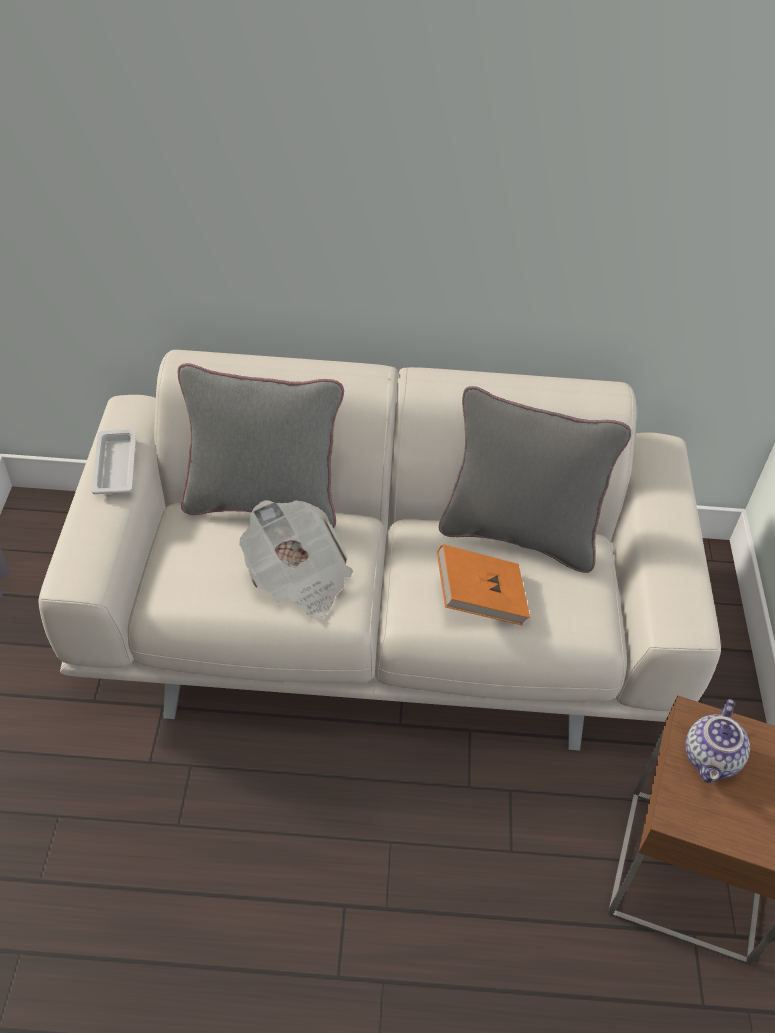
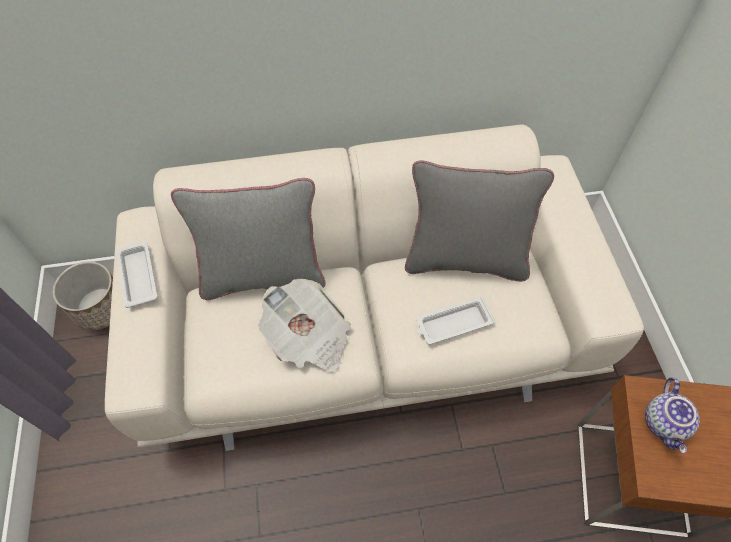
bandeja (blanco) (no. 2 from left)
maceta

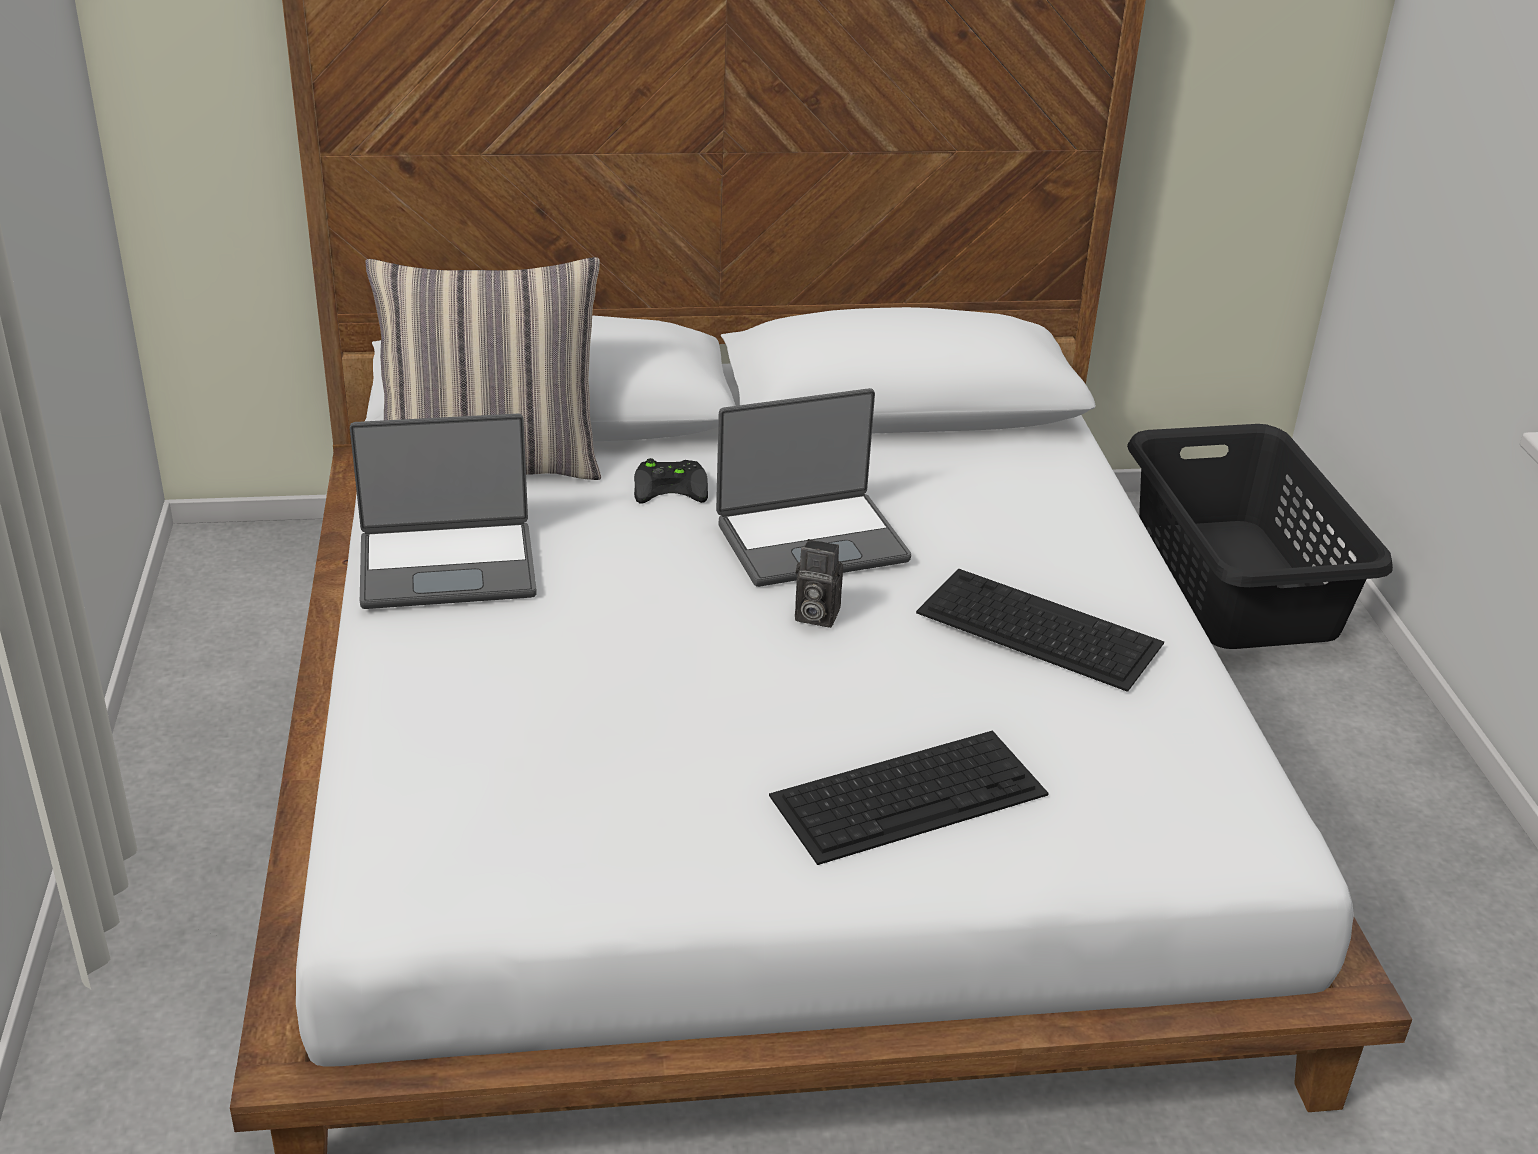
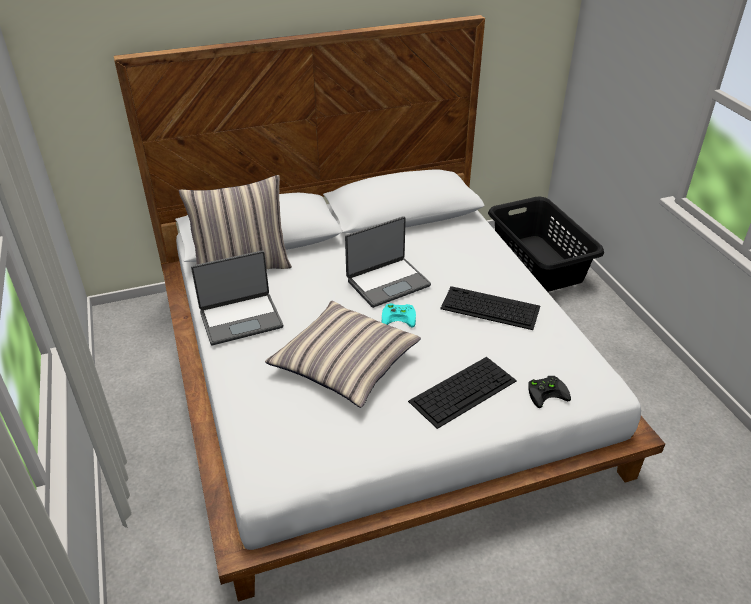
mando de consola (negro)
mando de consola (turquesa)
cojín (no. 2 from left)

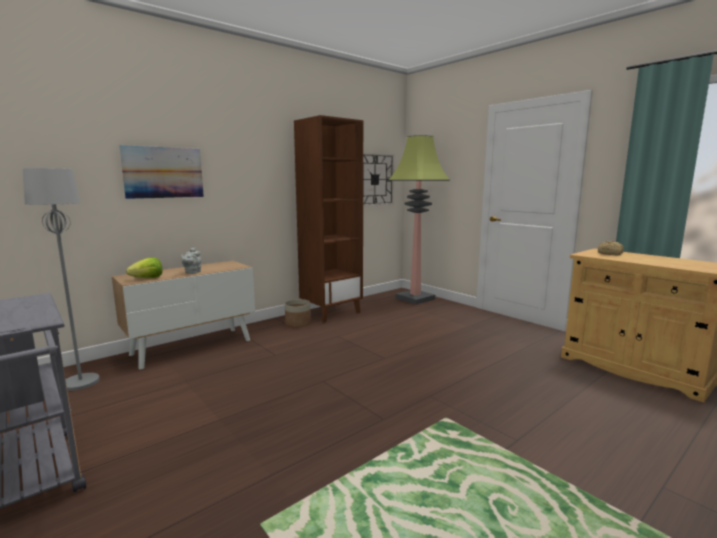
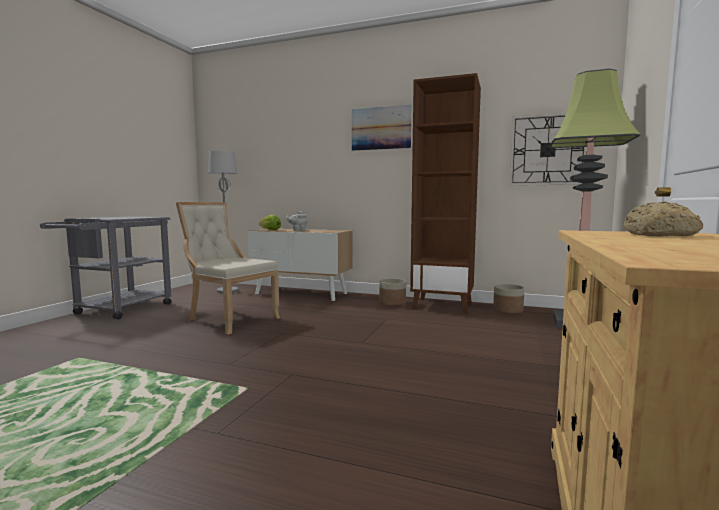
cuadro
silla (beis)
maceta (no. 2 from left)

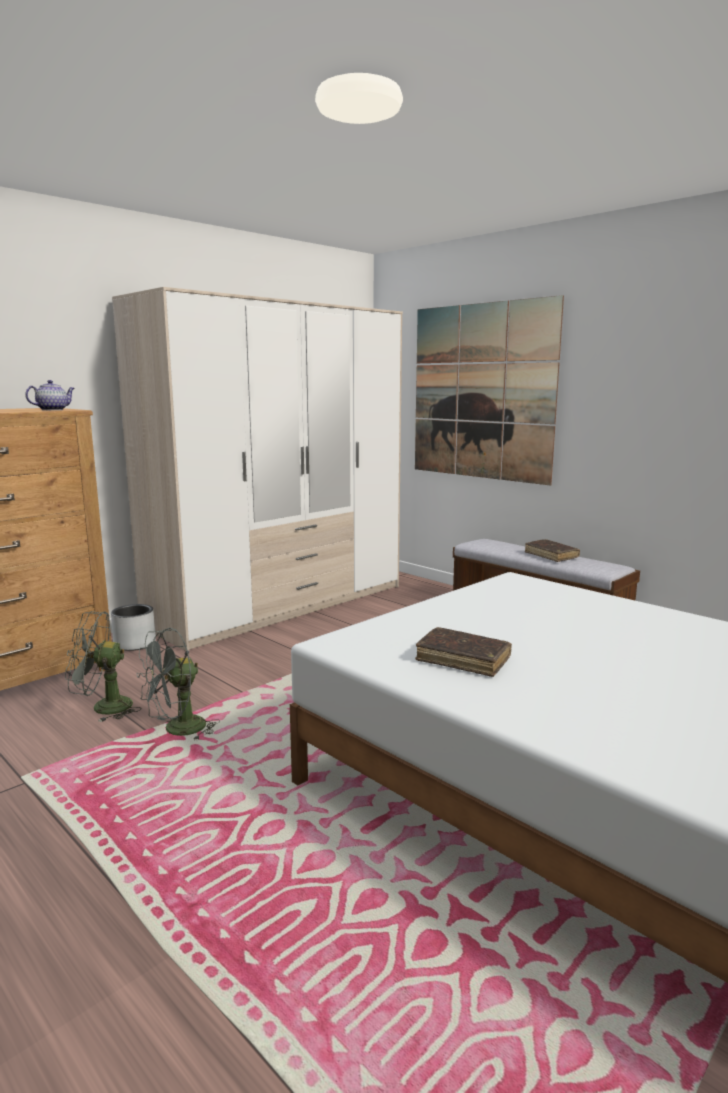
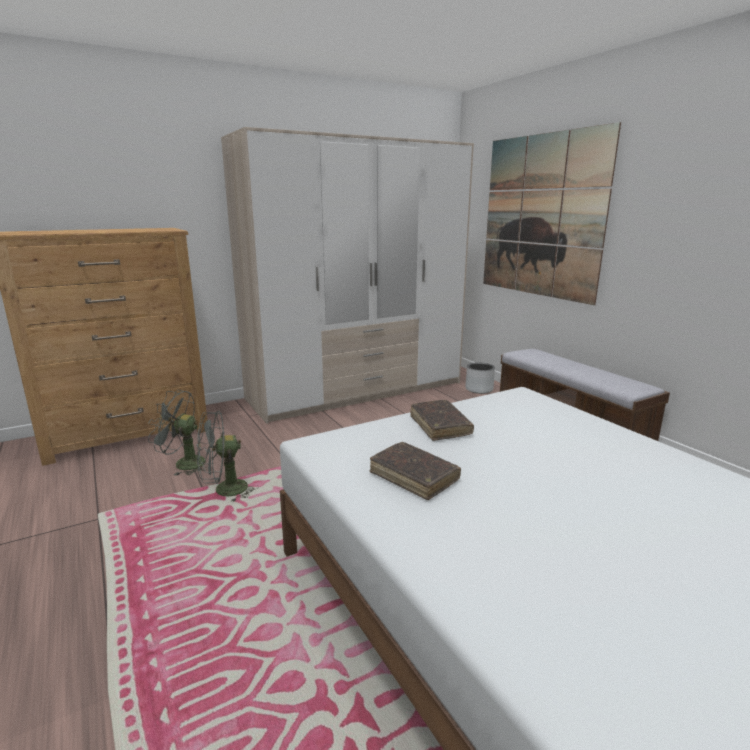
tetera
maceta (gris)
libro (marrón) (no. 2 from left)

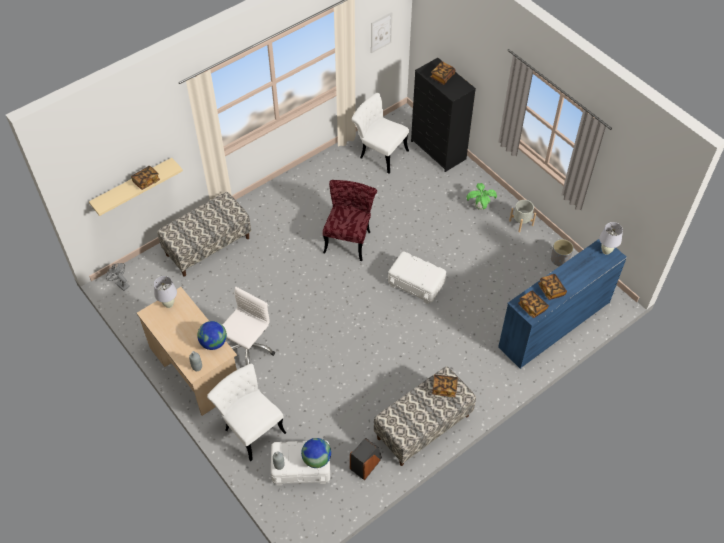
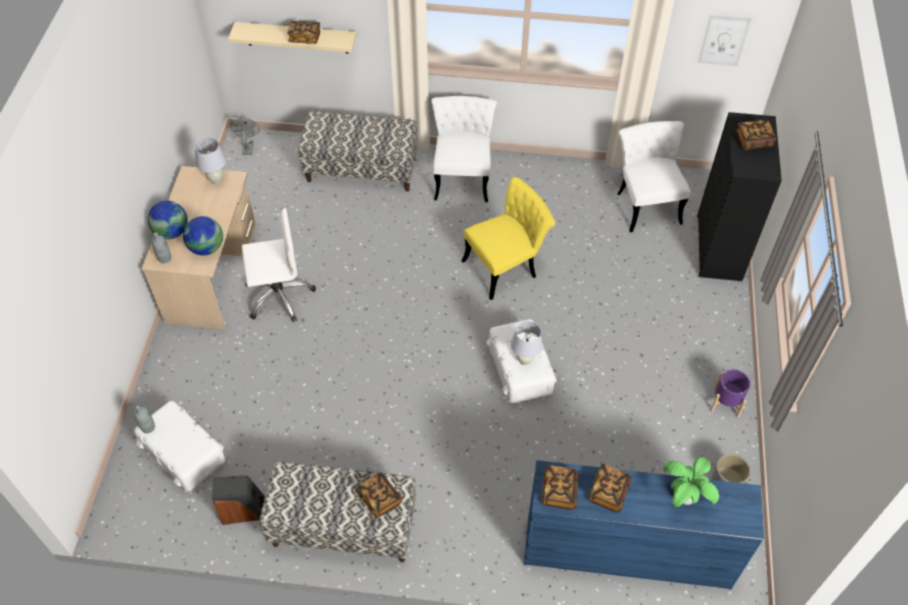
silla (blanco) (no. 1 from left)
globo terráqueo (no. 1 from left)
silla (amarillo)
planta en maceta
maceta (morado)
lámpara de mesa (blanco) (no. 2 from left)

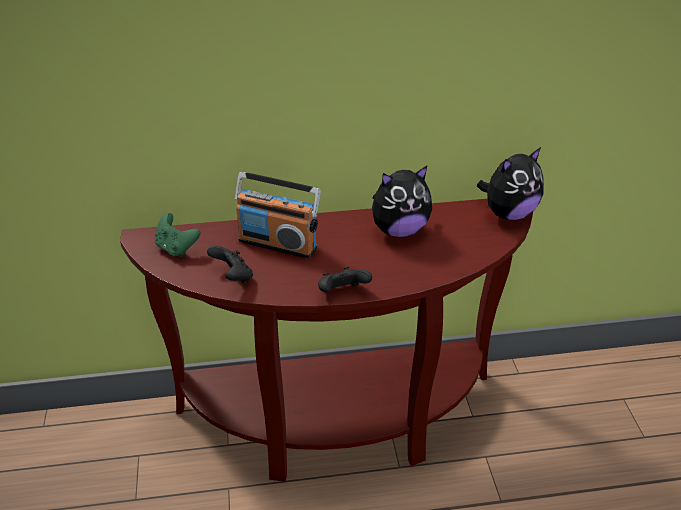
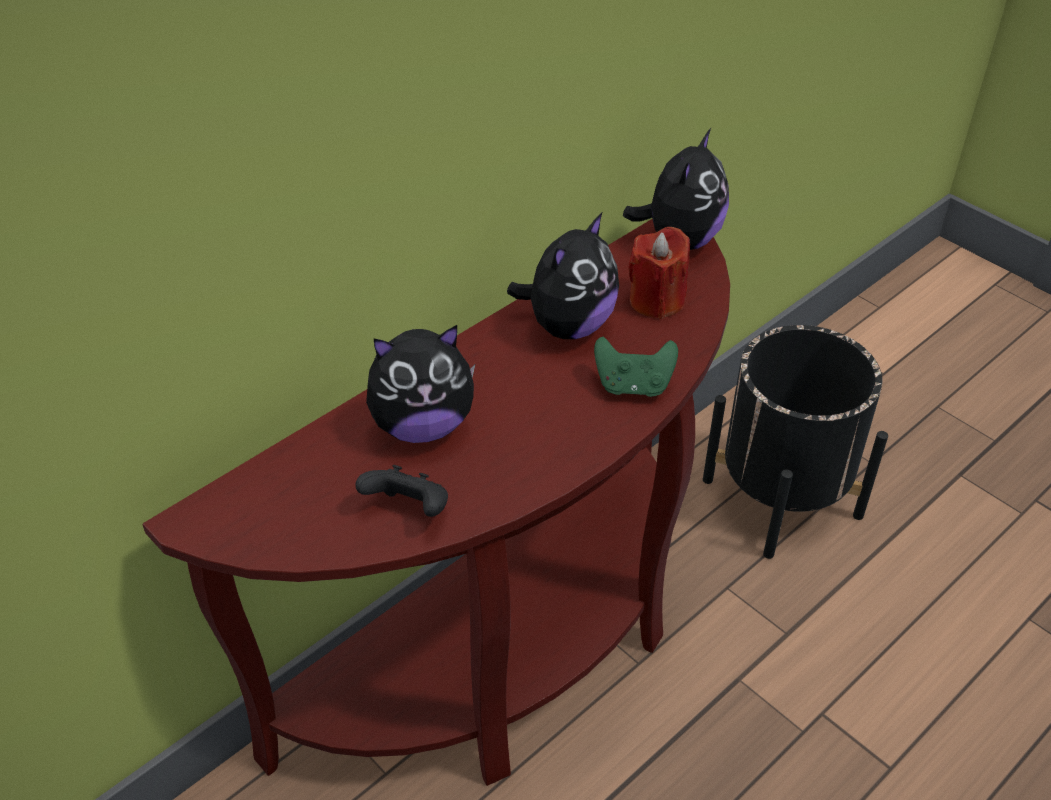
mando de consola (verde)
peluche (no. 1 from left)
mando de consola (negro) (no. 2 from left in the first image)
vela (rojo)
maceta (negro)

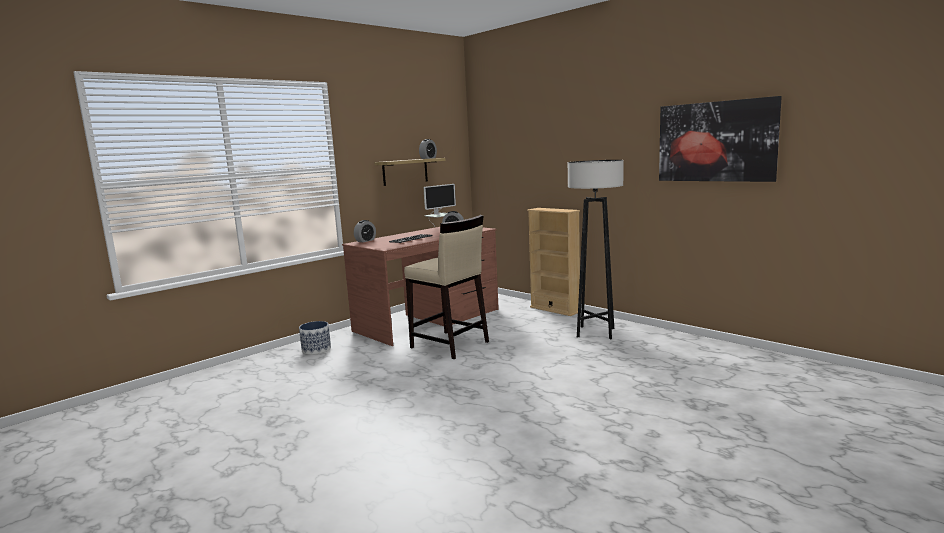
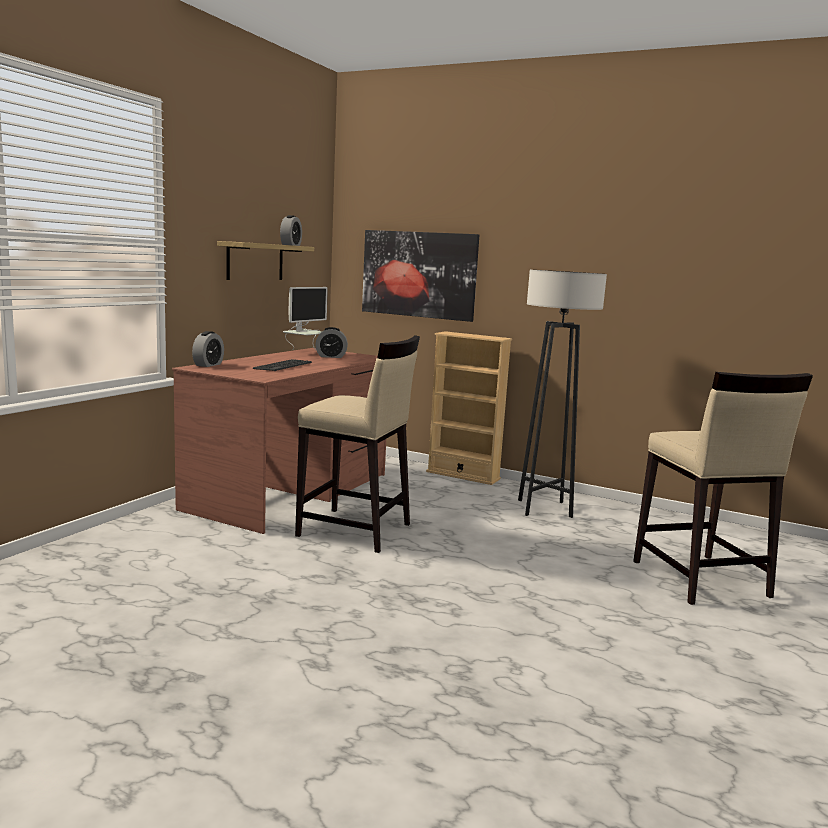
maceta
cuadro
taburete (beis) (no. 2 from left)

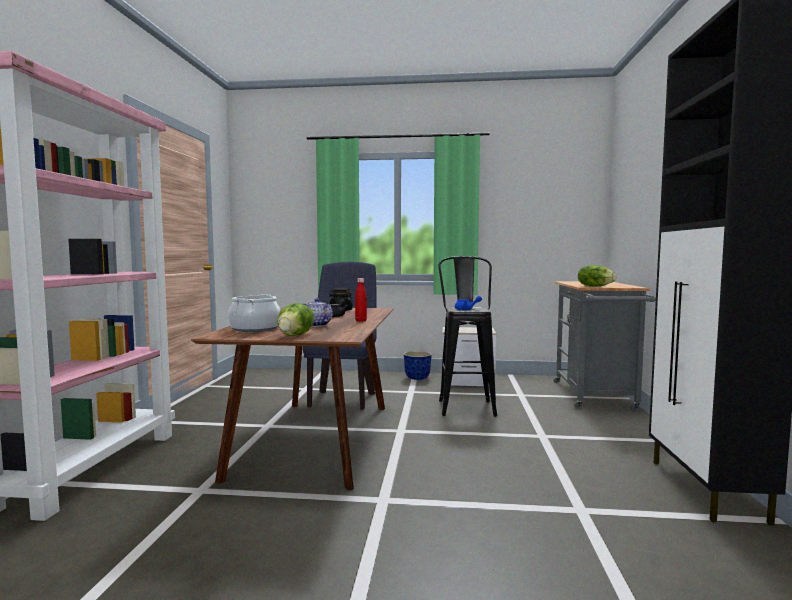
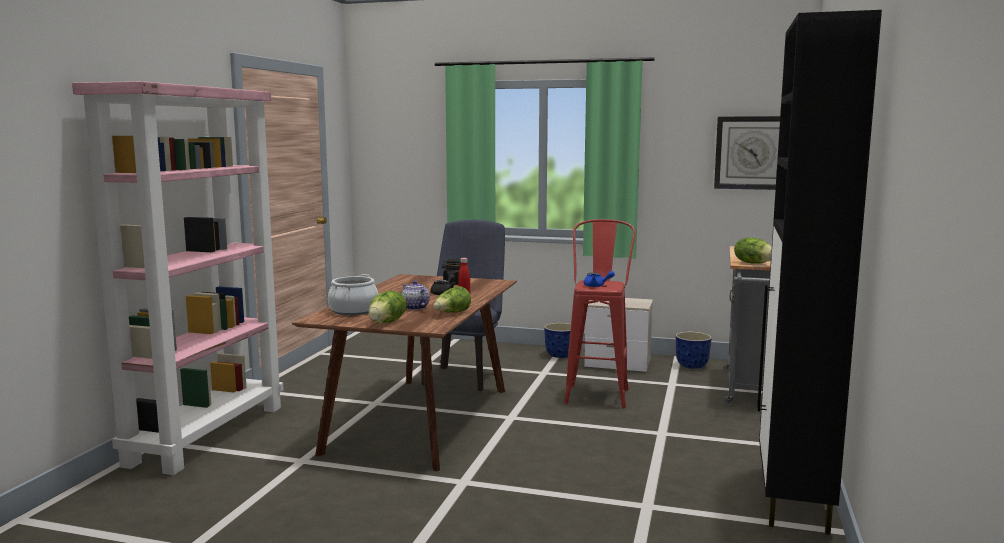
taburete (rojo)
lechuga (no. 2 from left)
maceta (no. 2 from left)
reloj de pared

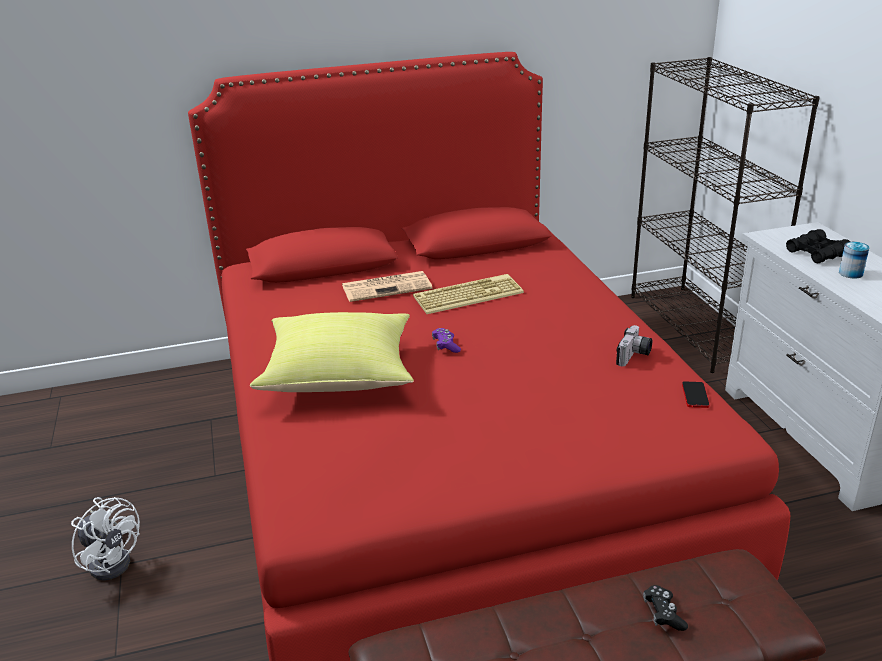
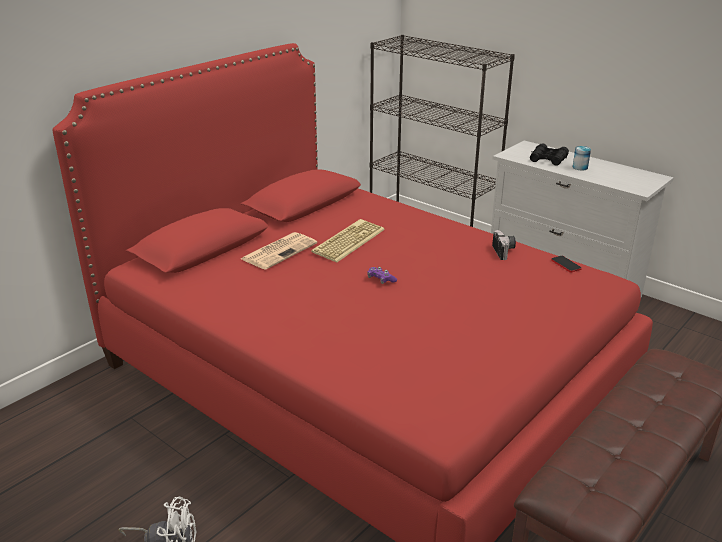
cojín (amarillo)
mando de consola (negro)

